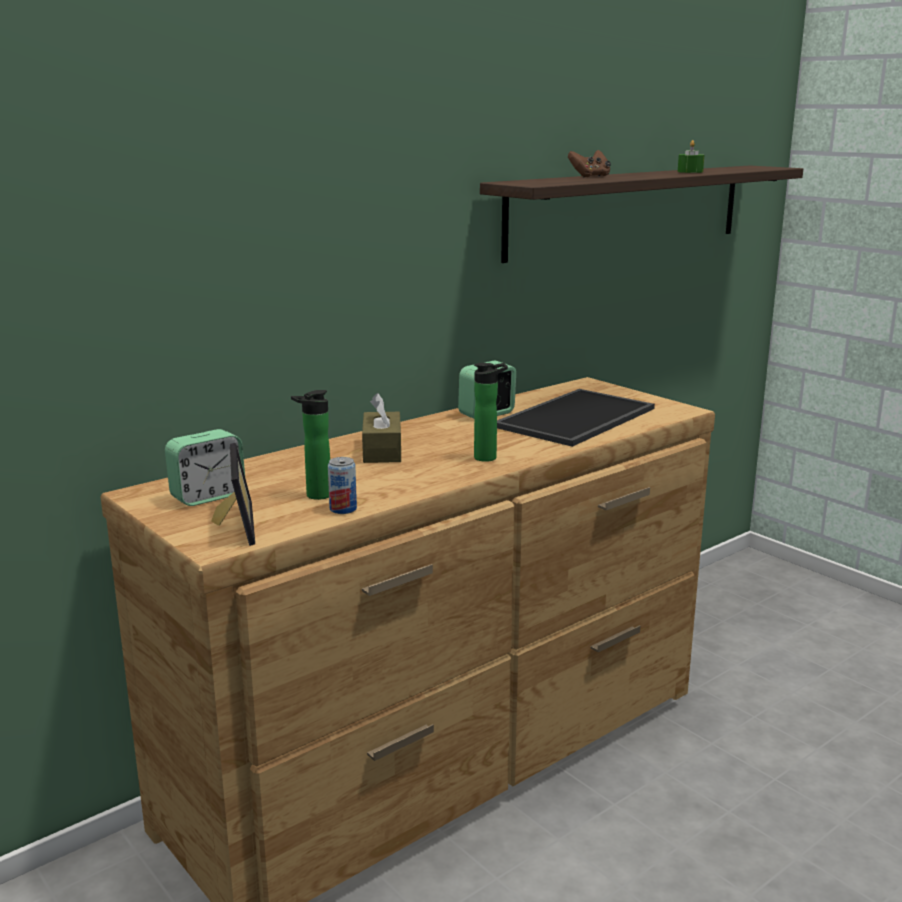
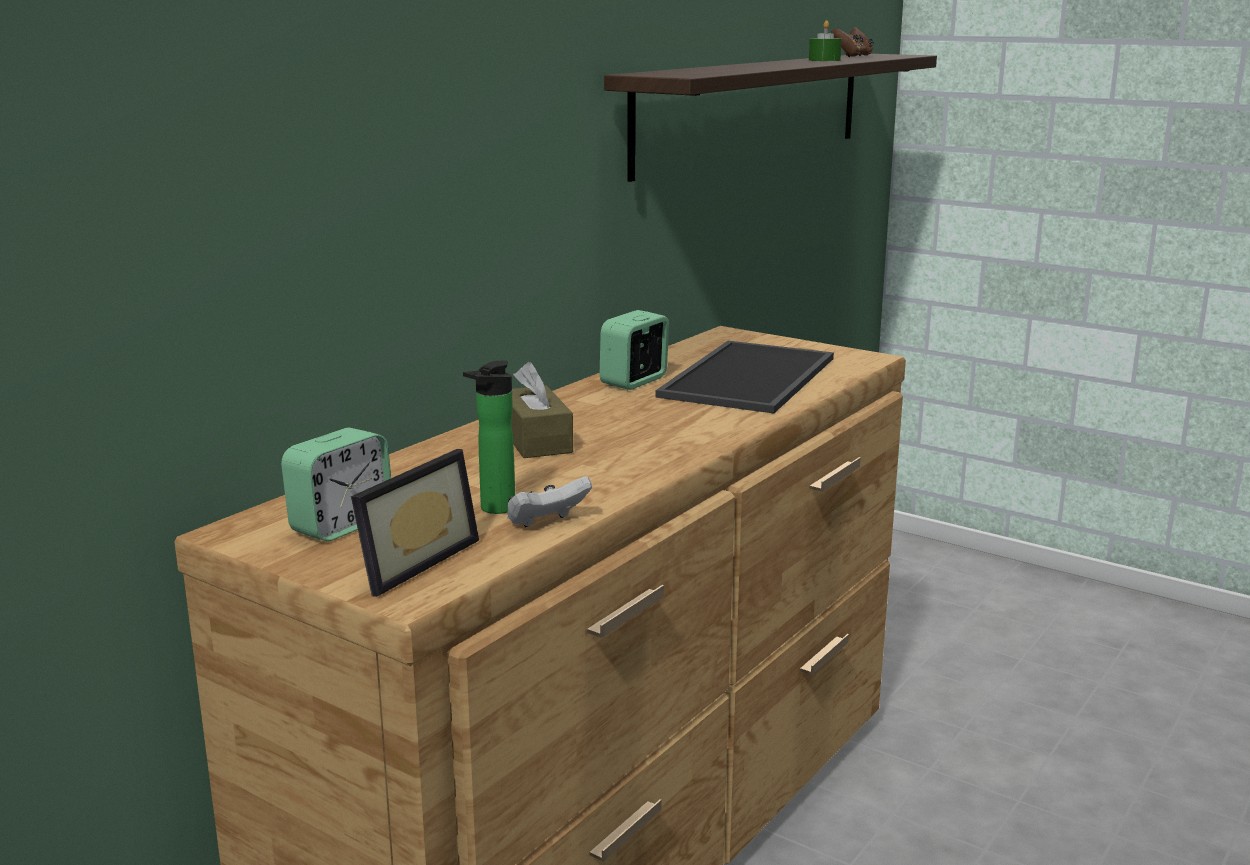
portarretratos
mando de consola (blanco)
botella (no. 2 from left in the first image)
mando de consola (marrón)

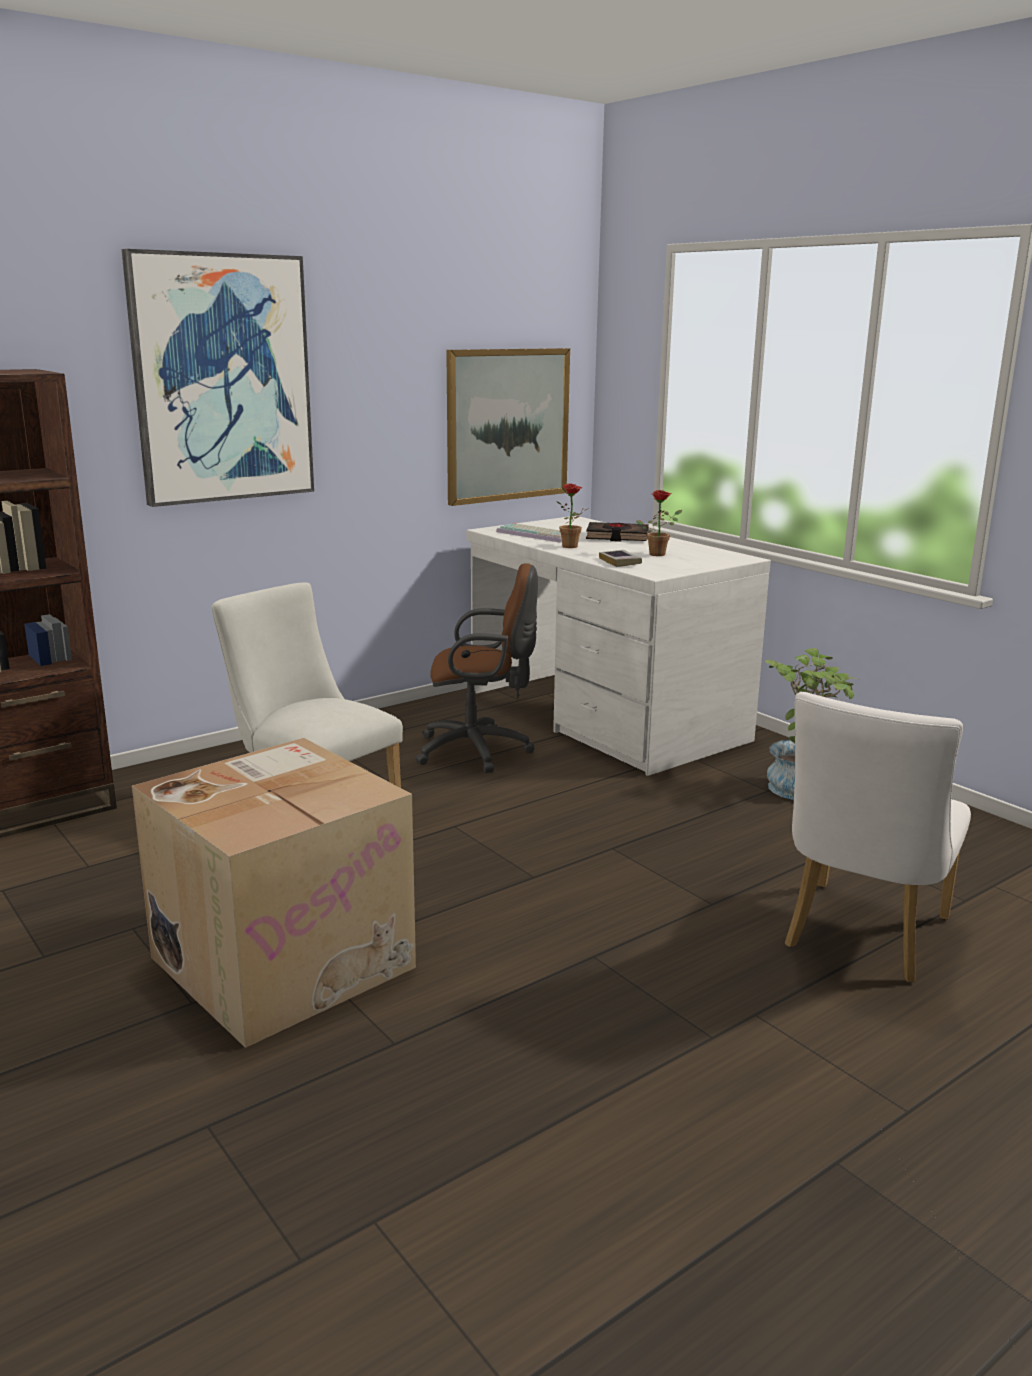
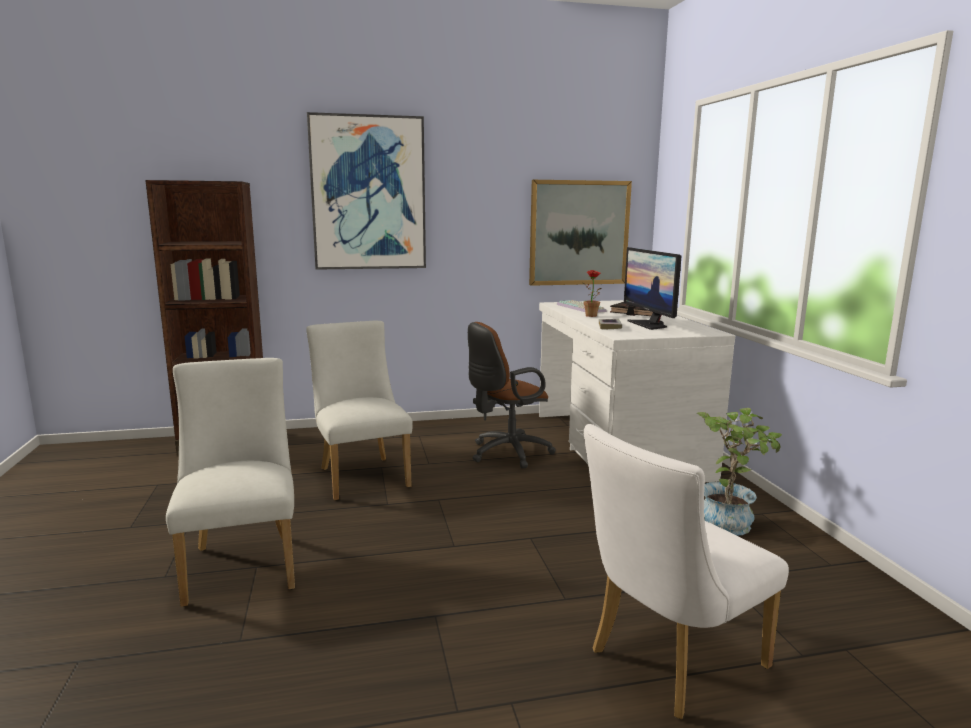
silla (blanco) (no. 1 from left)
silla de oficina (marrón)
monitor

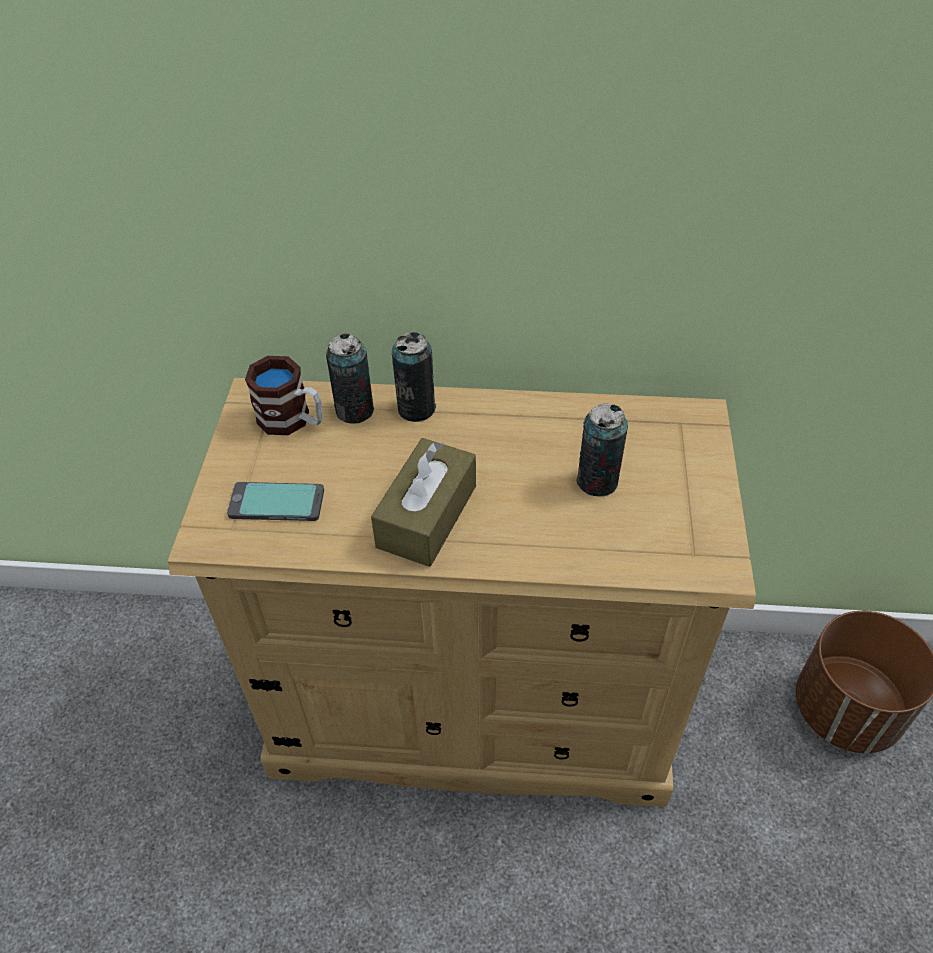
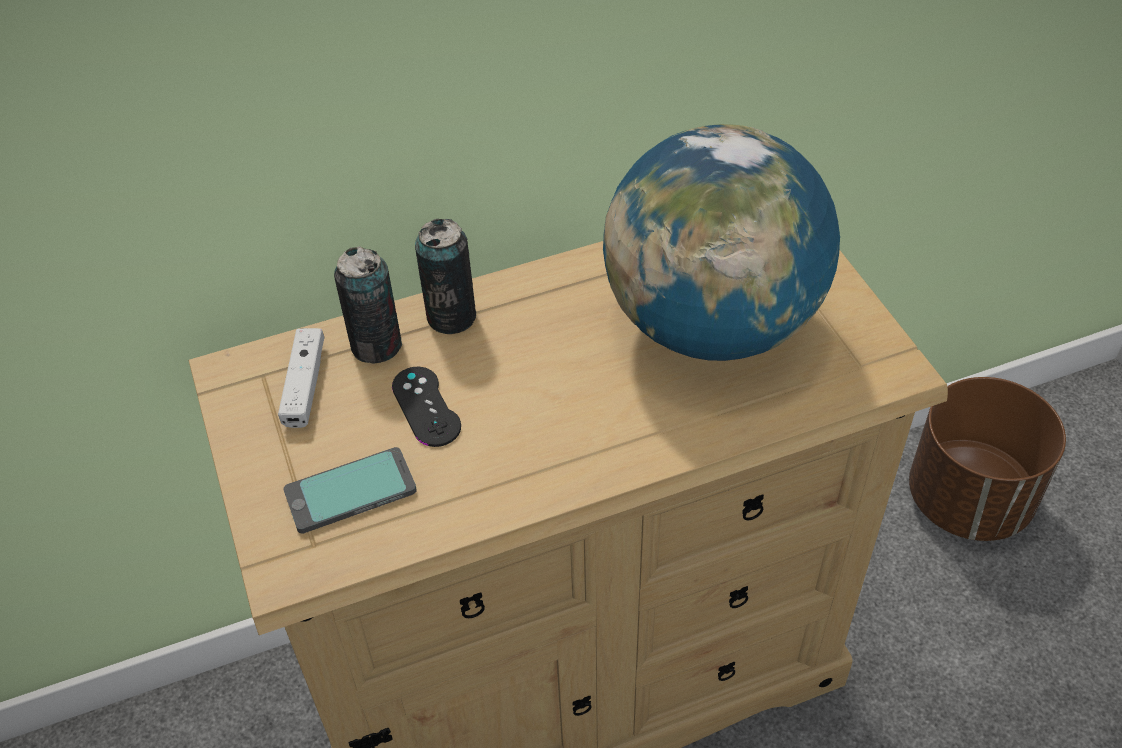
mando de consola (blanco)
caja de pañuelos (marrón)
globo terráqueo
mando de consola (negro)

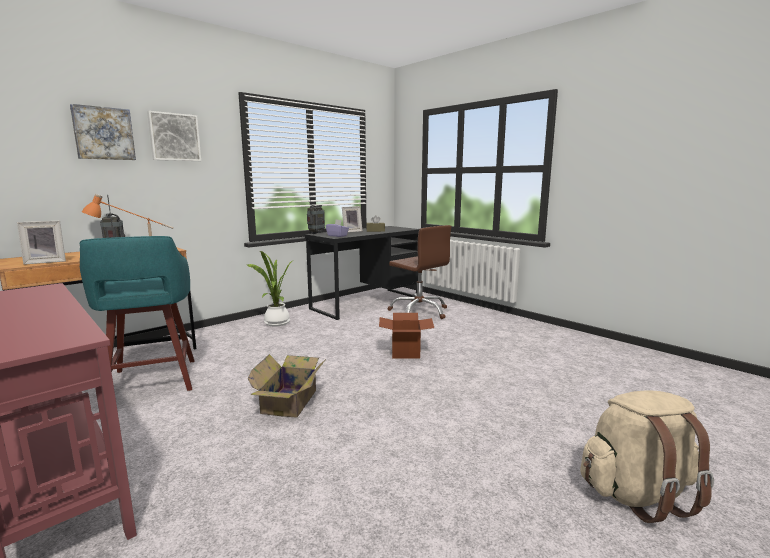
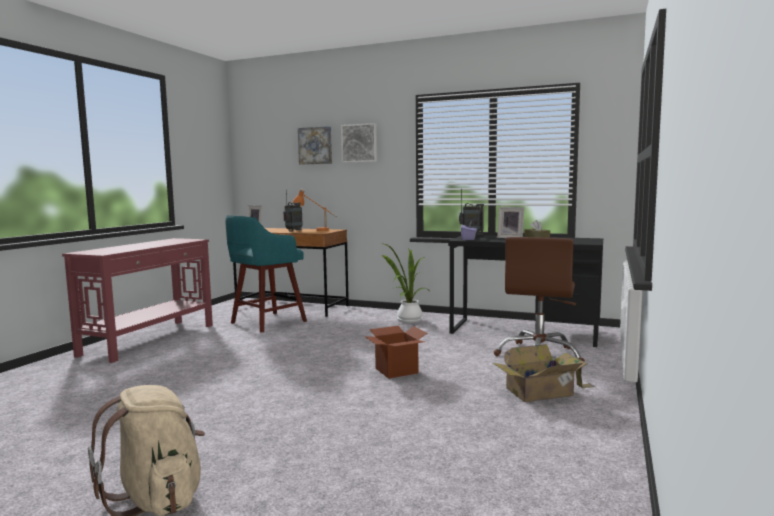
caja de cartón (no. 2 from left)

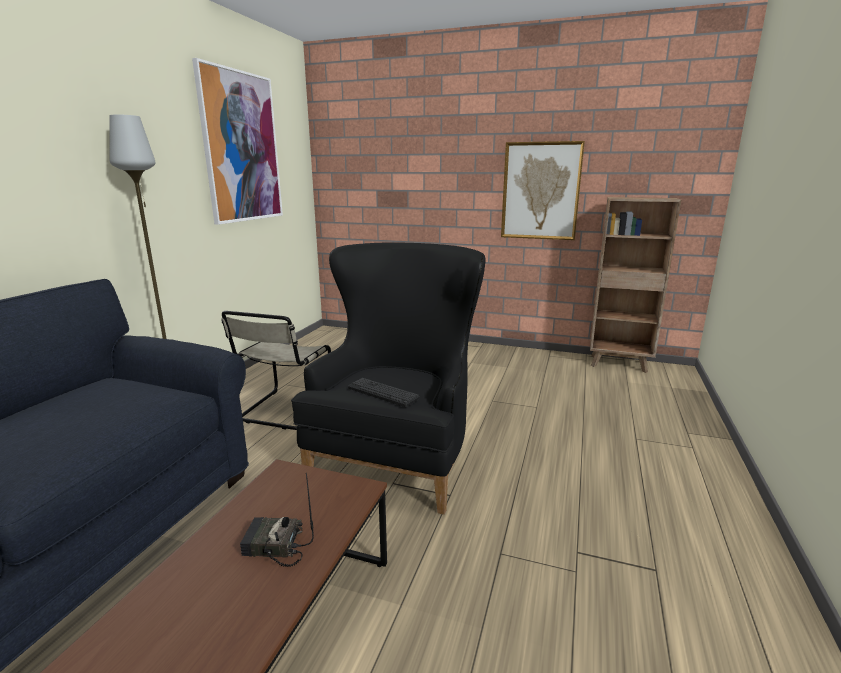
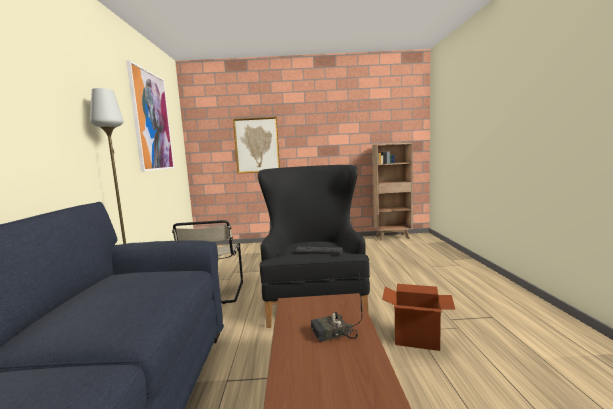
cuadro (no. 2 from left)
caja de cartón

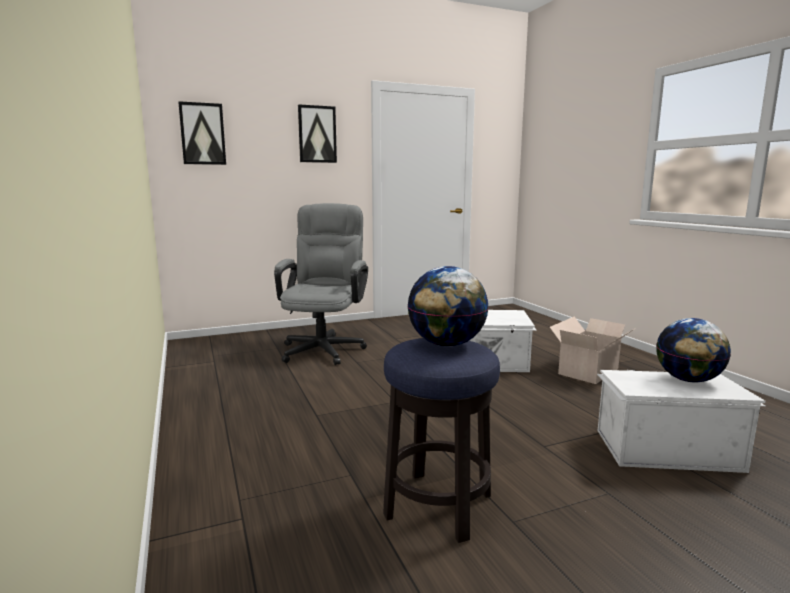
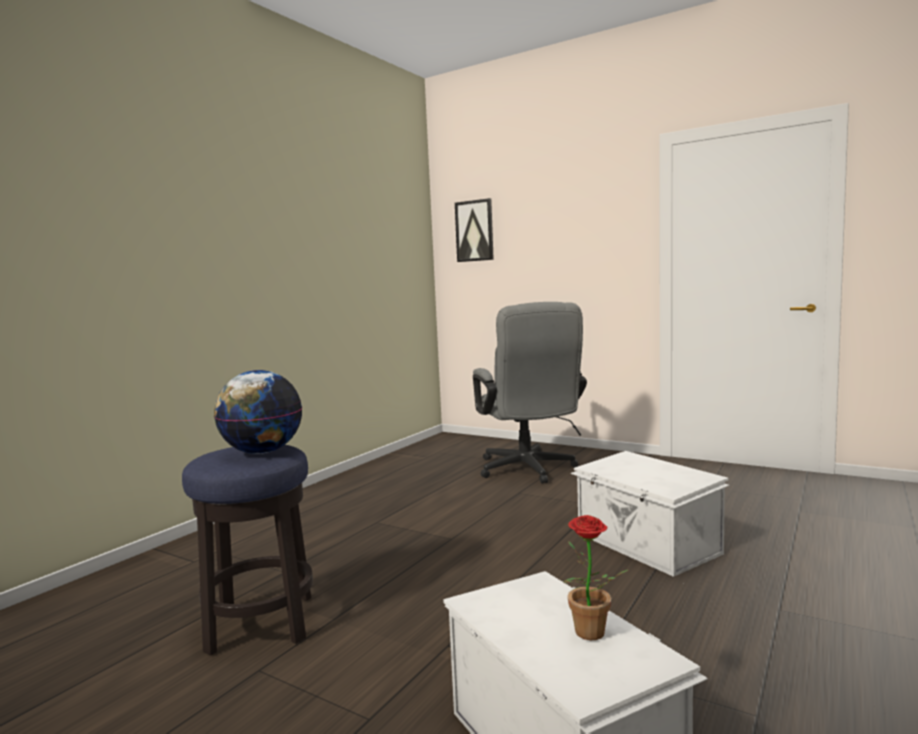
silla de oficina (gris)
cuadro (no. 2 from left in the first image)
caja de cartón
planta en maceta

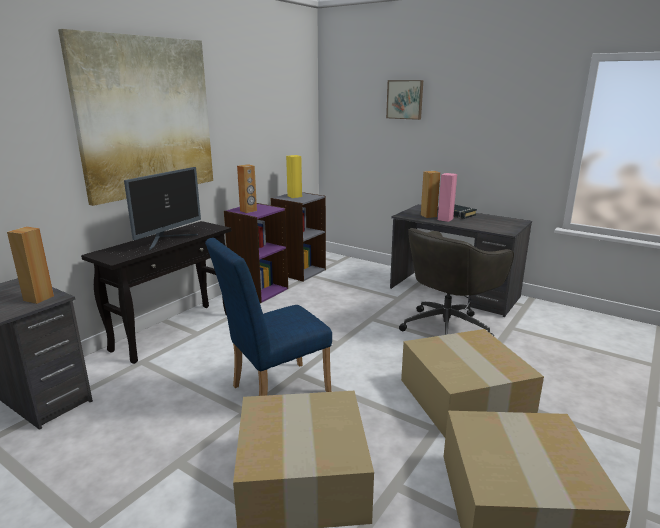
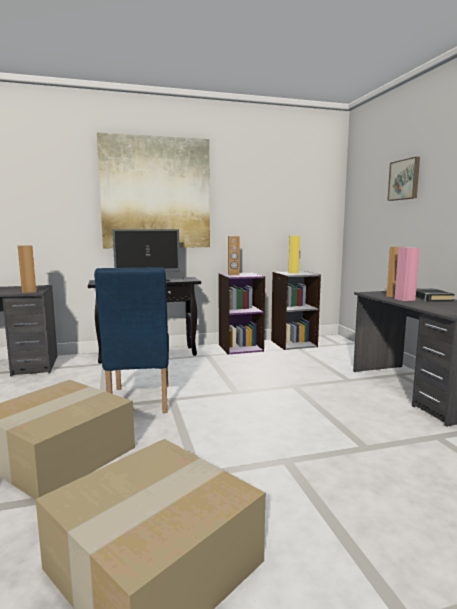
silla (azul)
silla de oficina (gris)
caja de cartón (no. 2 from left in the first image)

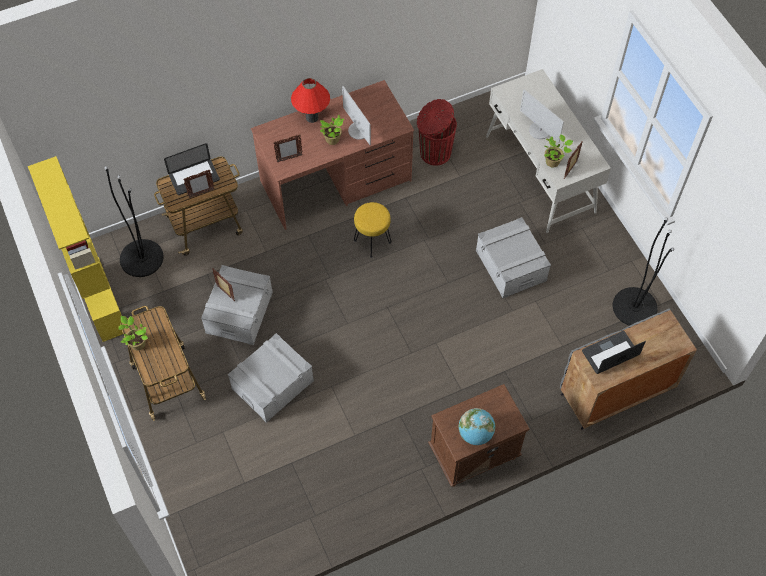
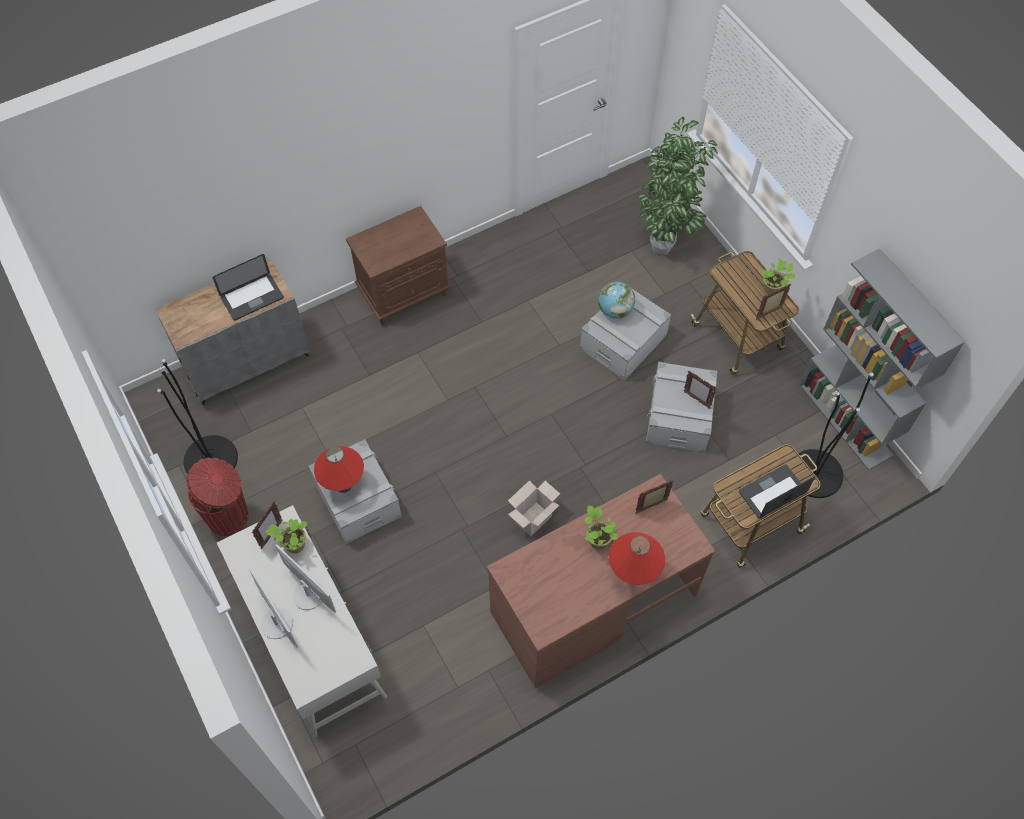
estantería (gris)
portarretratos (no. 4 from left)
monitor (no. 1 from left)
caja de cartón
papelera (rojo)
globo terráqueo
lámpara de mesa (rojo) (no. 1 from left)
planta en maceta (no. 3 from left)

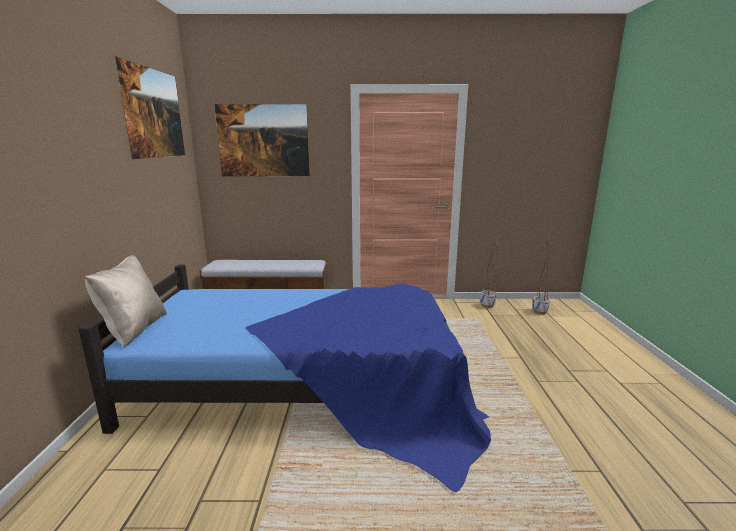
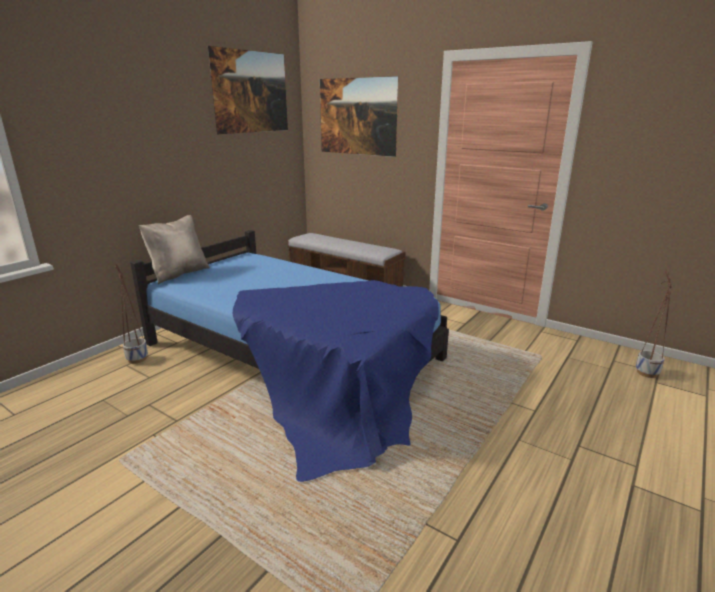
maceta (no. 1 from left)

